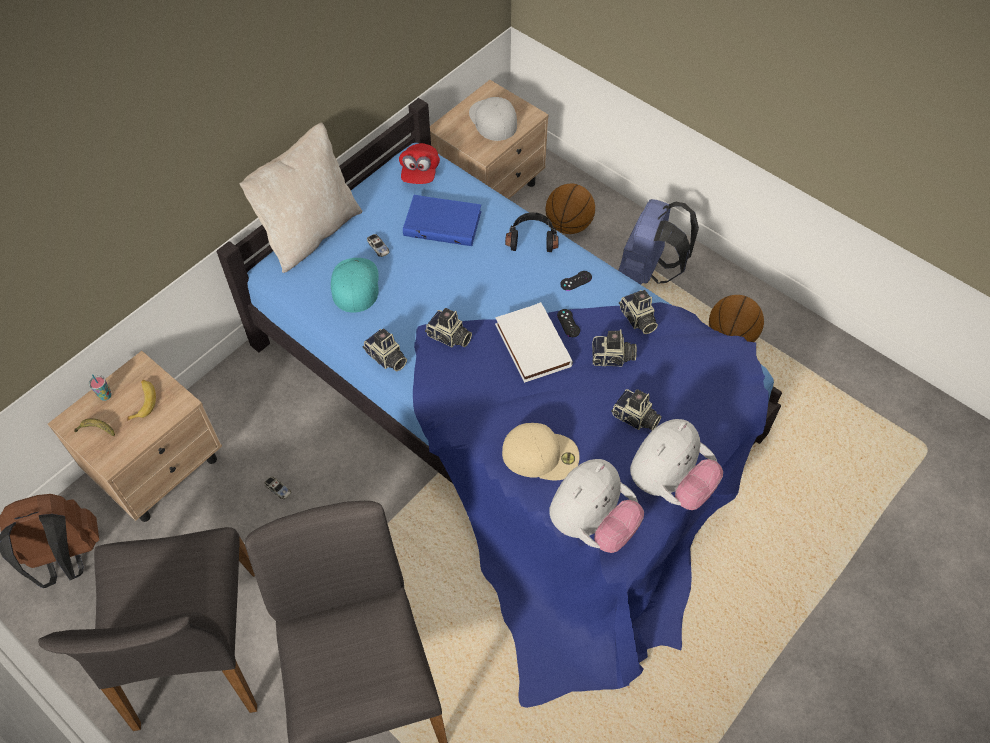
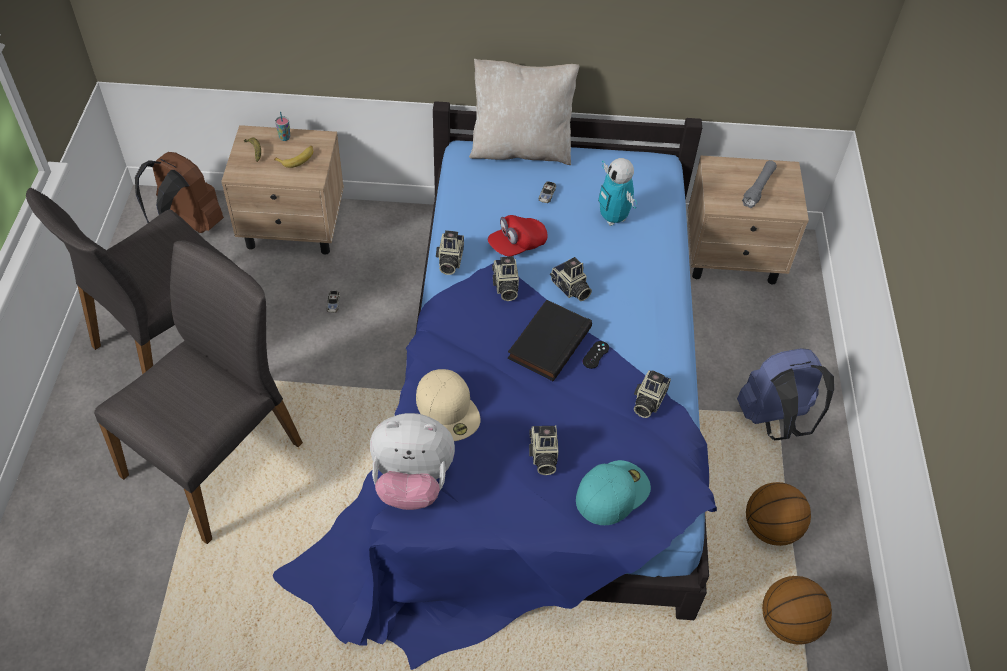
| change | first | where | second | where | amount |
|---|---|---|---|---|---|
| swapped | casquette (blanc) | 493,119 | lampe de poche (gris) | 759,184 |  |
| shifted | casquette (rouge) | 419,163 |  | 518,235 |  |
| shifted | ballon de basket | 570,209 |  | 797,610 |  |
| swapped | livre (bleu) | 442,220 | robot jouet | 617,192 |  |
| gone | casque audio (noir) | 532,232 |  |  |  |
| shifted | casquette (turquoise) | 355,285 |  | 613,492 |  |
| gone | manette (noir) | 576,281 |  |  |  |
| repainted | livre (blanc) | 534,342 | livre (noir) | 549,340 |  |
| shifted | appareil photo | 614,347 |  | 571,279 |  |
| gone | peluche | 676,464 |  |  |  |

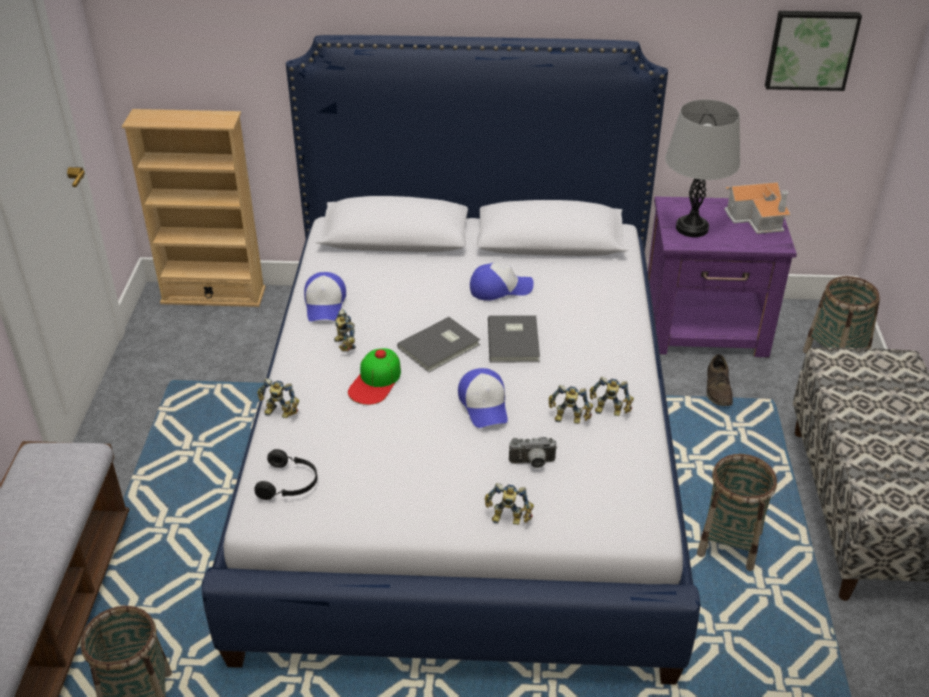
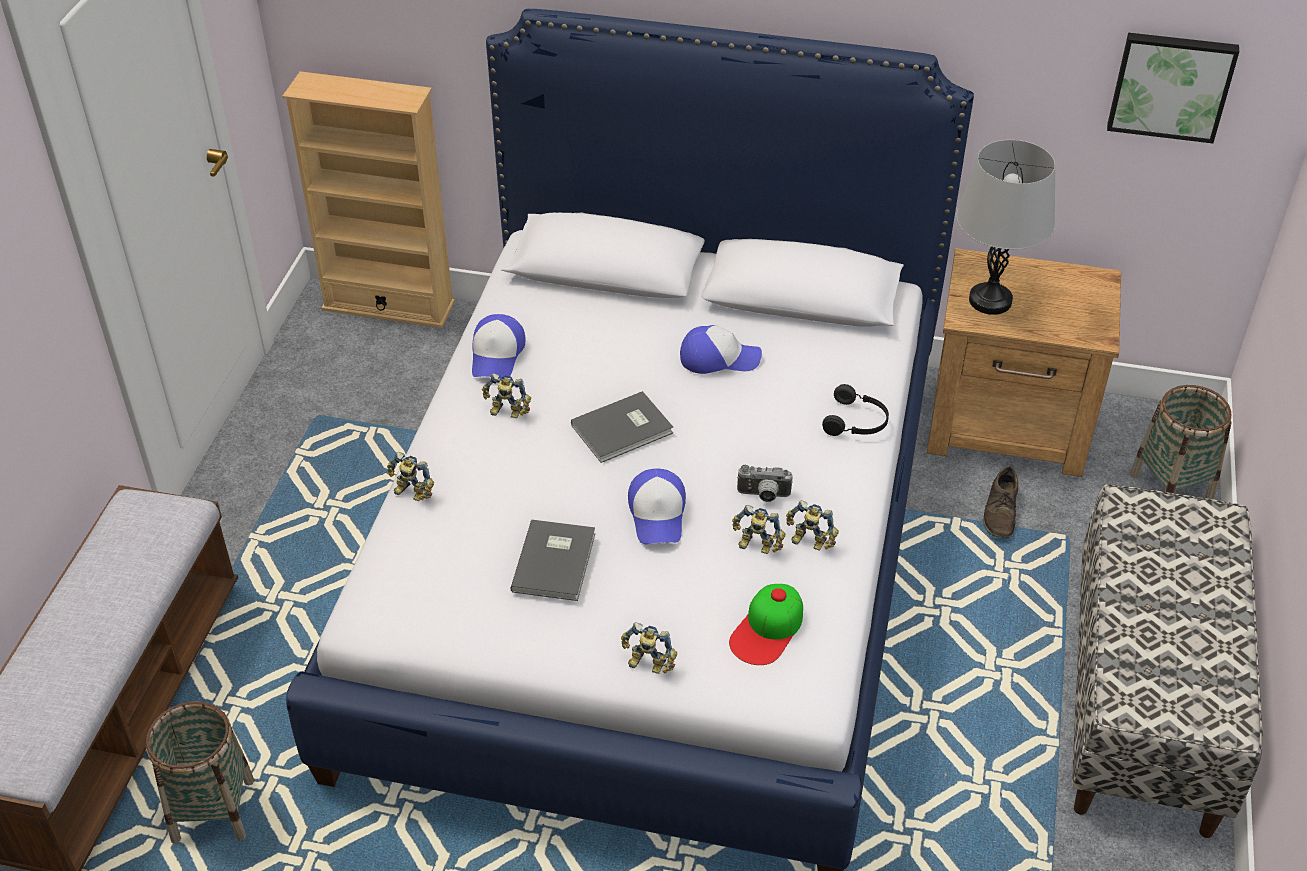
| change | first | where | second | where | amount |
|---|---|---|---|---|---|
| gone | maison miniature | 757,208 |  |  |  |
| repainted | table de chevet (violet) | 722,277 | table de chevet (marron) | 1024,362 |  |
| rotated | robot jouet | 345,330 |  | 506,395 | 60 degrees counterclockwise |
| shifted | livre (gris) | 514,338 |  | 552,560 |  |
| shifted | casquette | 374,376 |  | 766,624 |  |
| shifted | appareil photo | 533,452 |  | 765,483 |  |
| shifted | casque audio (noir) | 285,474 |  | 855,410 |  |
| gone | panier | 737,512 |  |  |  |

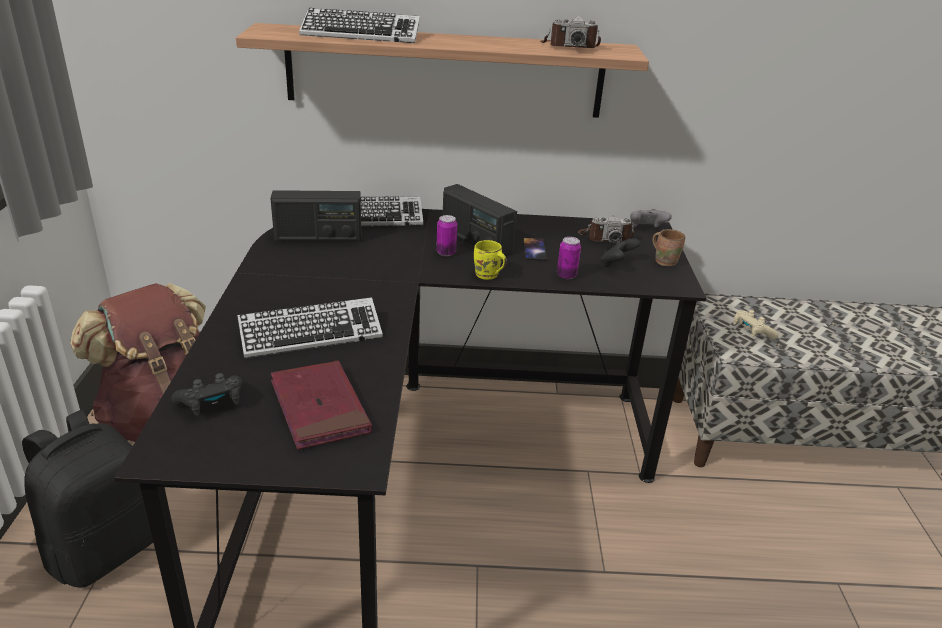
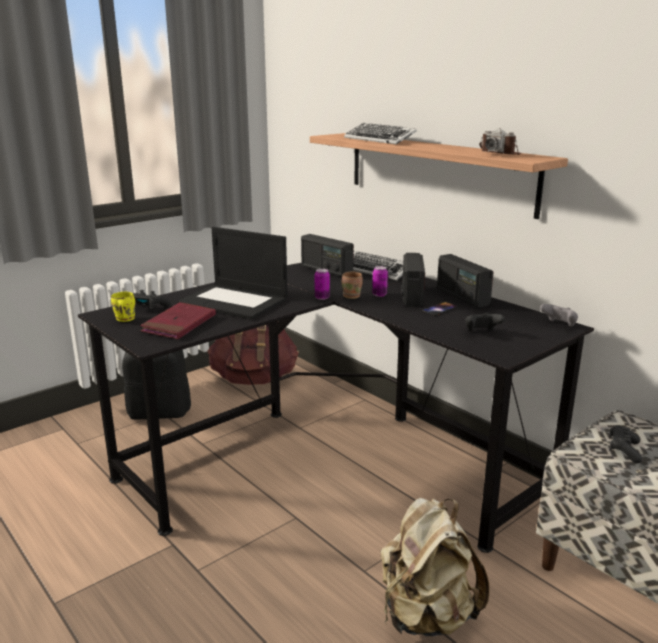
| change | first | where | second | where | amount |
|---|---|---|---|---|---|
| gone | appareil photo | 606,229 |  |  |  |
| shifted | mug (marron) | 668,247 |  | 352,285 |  |
| shifted | boîte métallique | 569,258 |  | 322,284 |  |
| shifted | mug (jaune) | 490,260 |  | 123,307 |  |
| swapped | clavier | 310,327 | ordinateur portable | 232,273 |  |
| repainted | manette (beige) | 755,325 | manette (noir) | 625,444 |  |
| new |  |  | radio | 465,281 |  |
| new |  |  | sac à dos (beige) | 434,567 |  |

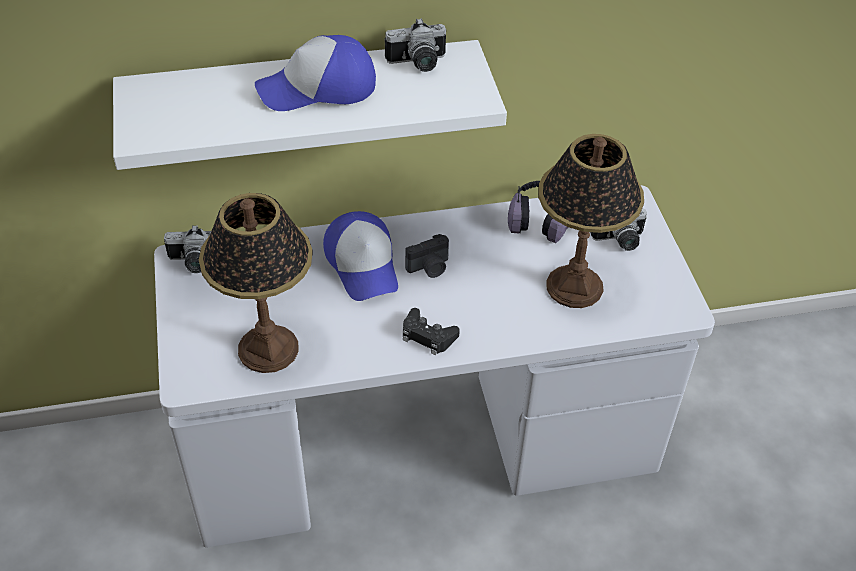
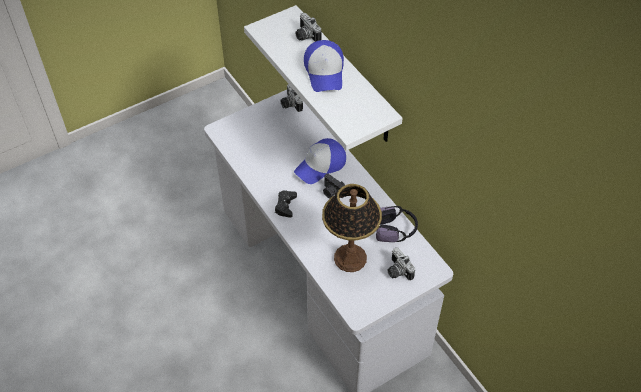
| change | first | where | second | where | amount |
|---|---|---|---|---|---|
| shifted | appareil photo | 415,45 |  | 308,27 |  |
| rotated | casquette | 315,73 |  | 324,66 | 150 degrees counterclockwise |
| gone | lampe de table | 256,283 |  |  |  |

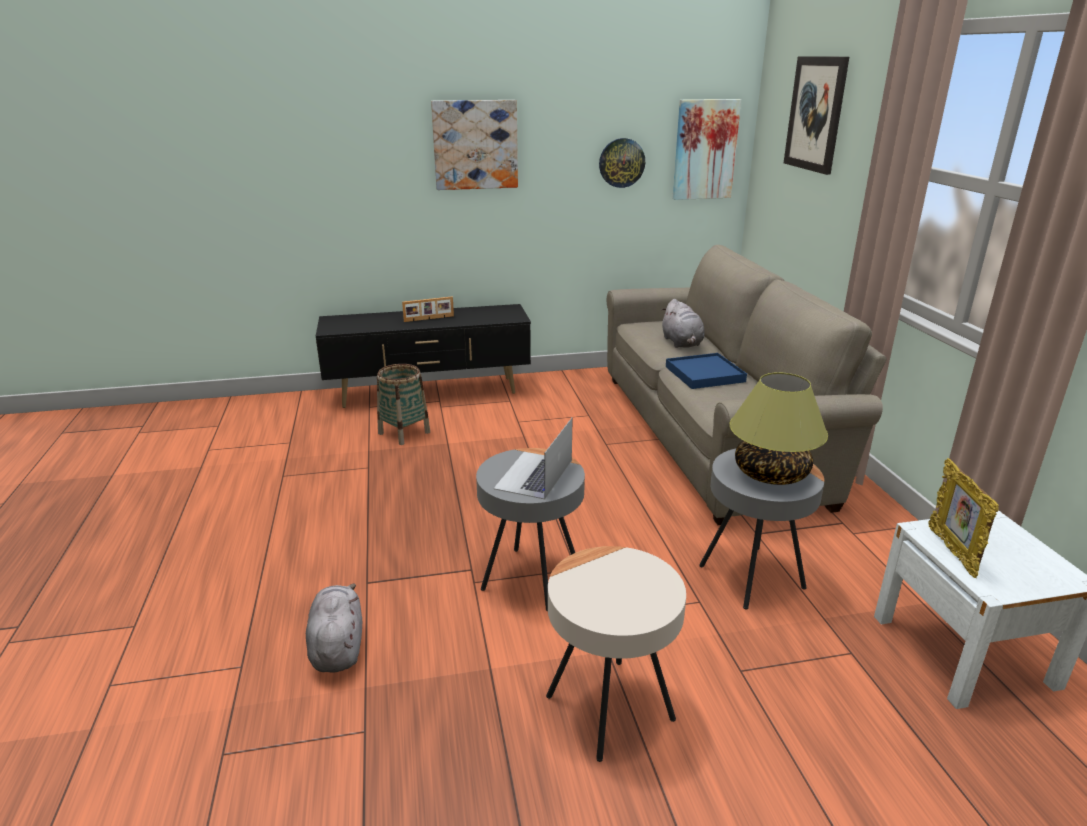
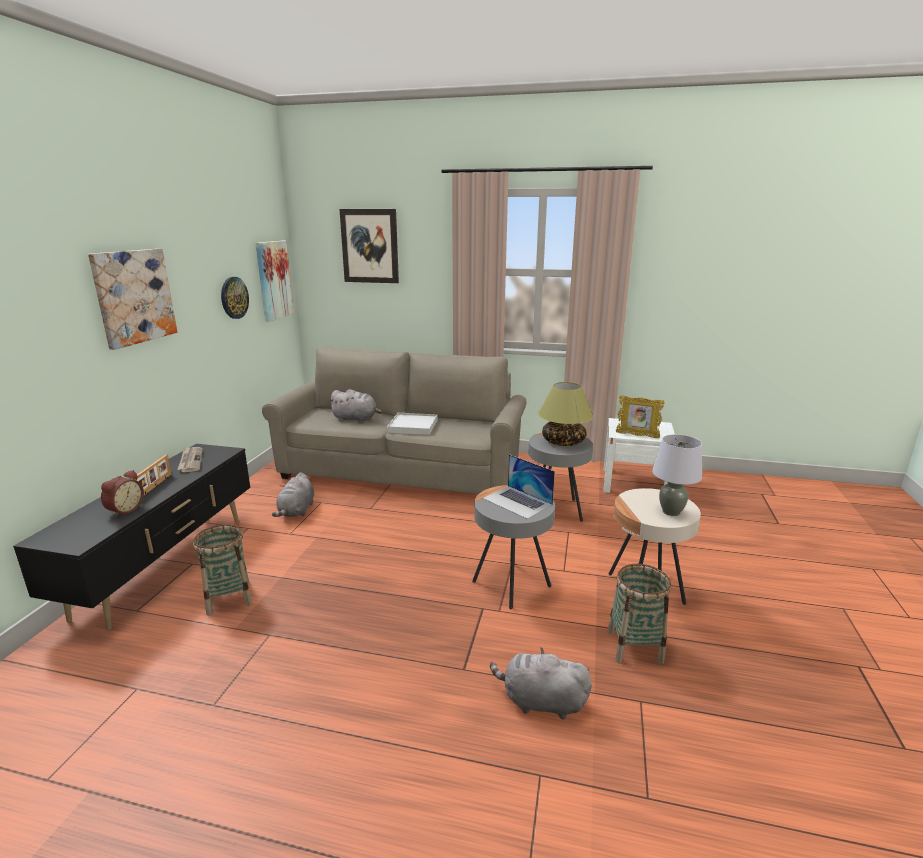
| change | first | where | second | where | amount |
|---|---|---|---|---|---|
| repainted | plateau (bleu) | 706,371 | plateau (blanc) | 412,424 |  |
| new |  |  | lampe de table (gris) | 677,475 |  |
| new |  |  | journal | 190,459 |  |
| new |  |  | réveil | 122,494 |  |
| new |  |  | peluche (gris) | 293,495 |  |
| new |  |  | panier | 639,614 |  |

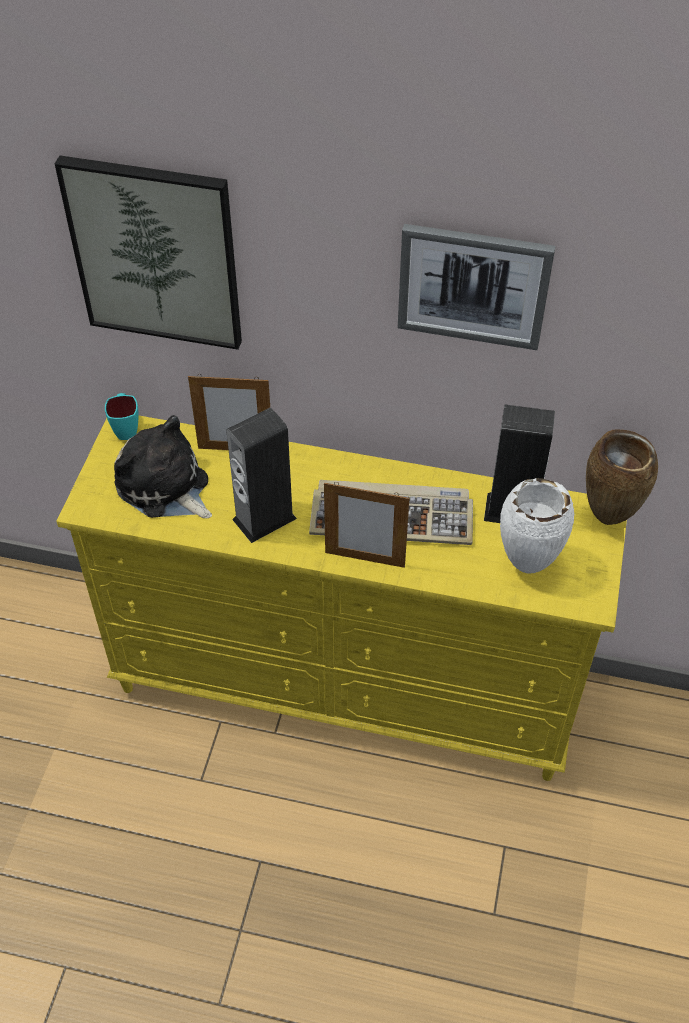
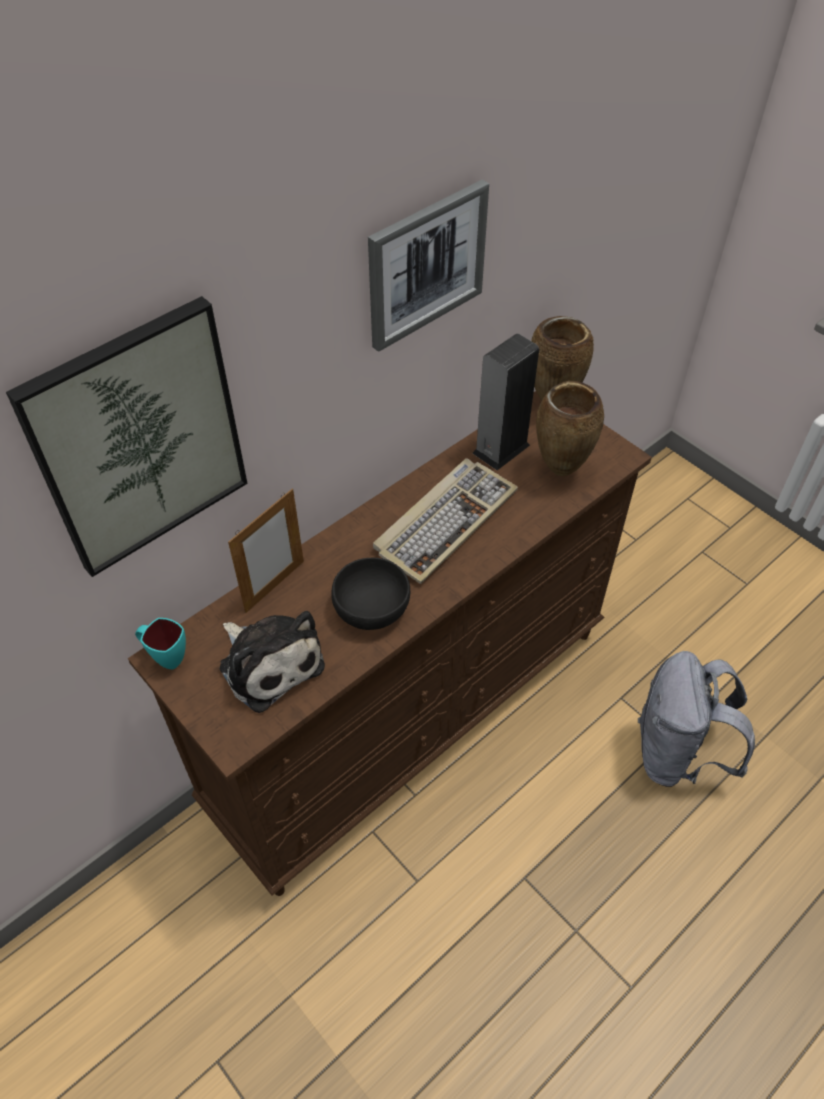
| change | first | where | second | where | amount |
|---|---|---|---|---|---|
| swapped | enceinte | 261,475 | bol (noir) | 370,594 |  |
| rotated | peluche | 163,466 |  | 272,662 | 120 degrees counterclockwise |
| repainted | commode (jaune) | 341,598 | commode (marron) | 390,643 |  |
| repainted | vase (blanc) | 537,525 | vase (marron) | 570,428 |  |
| gone | cadre photo | 367,525 |  |  |  |
| new |  |  | sac à dos (gris) | 696,719 |  |

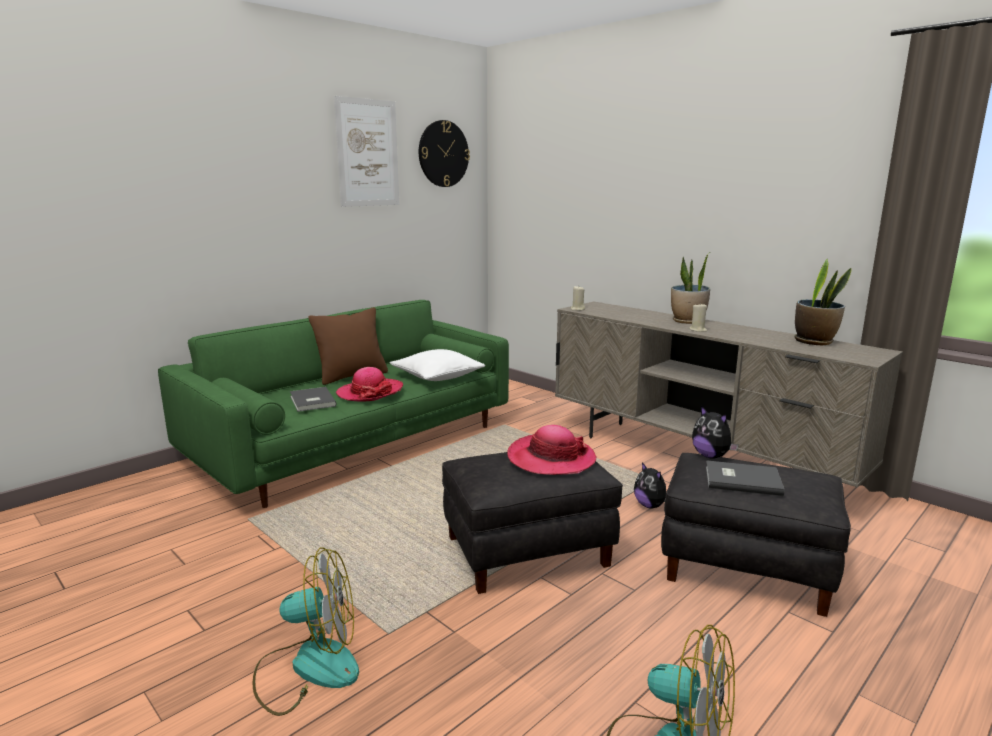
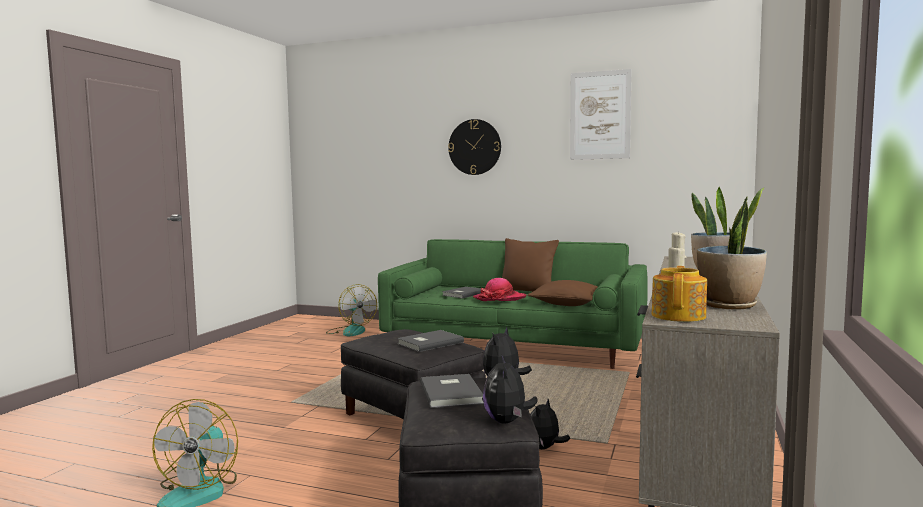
| change | first | where | second | where | amount |
|---|---|---|---|---|---|
| shifted | horloge murale | 444,153 |  | 474,147 |  |
| repainted | coussin (blanc) | 437,365 | coussin (marron) | 562,293 |  |
| swapped | chapeau | 551,450 | livre (gris) | 430,341 |  |
| shifted | ventilateur | 306,631 |  | 351,310 |  |
| new |  |  | théière | 679,294 |  |
| new |  |  | peluche | 510,389 |  |

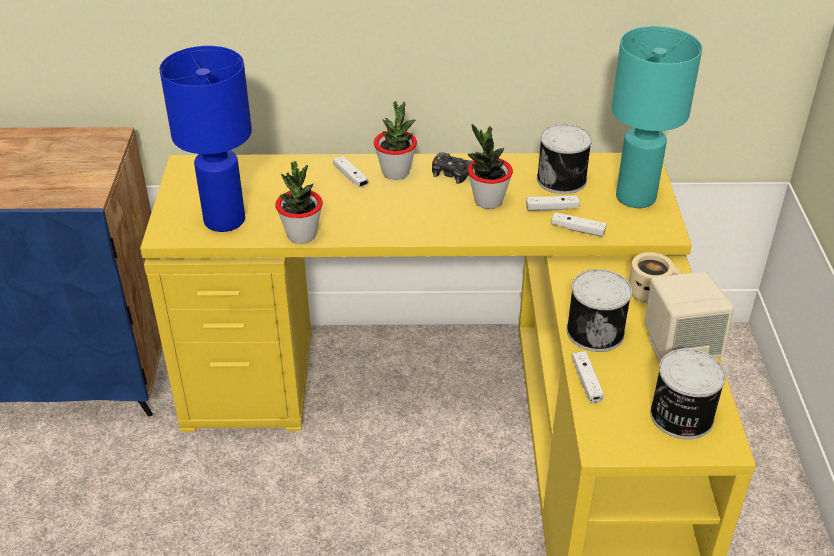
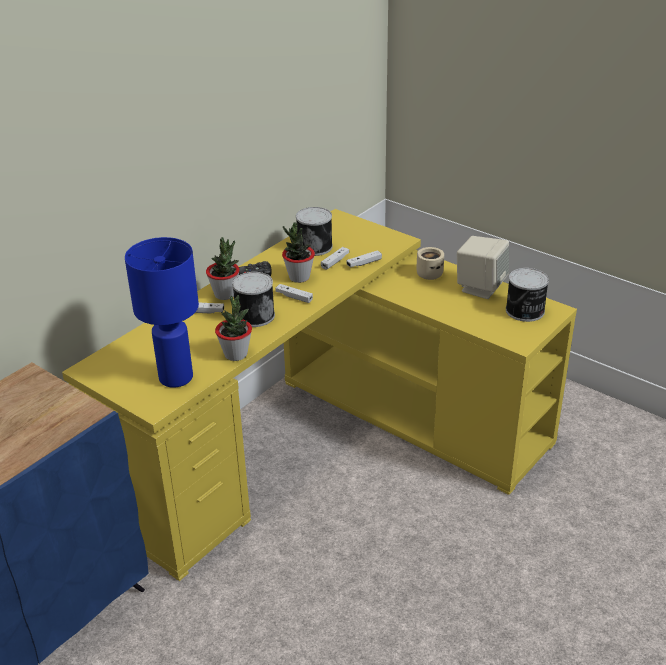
| change | first | where | second | where | amount |
|---|---|---|---|---|---|
| gone | lampe de table (turquoise) | 656,117 |  |  |  |
| shifted | boîte métallique | 599,310 |  | 253,299 |  |
| shifted | manette (blanc) | 588,377 |  | 294,293 |  |

